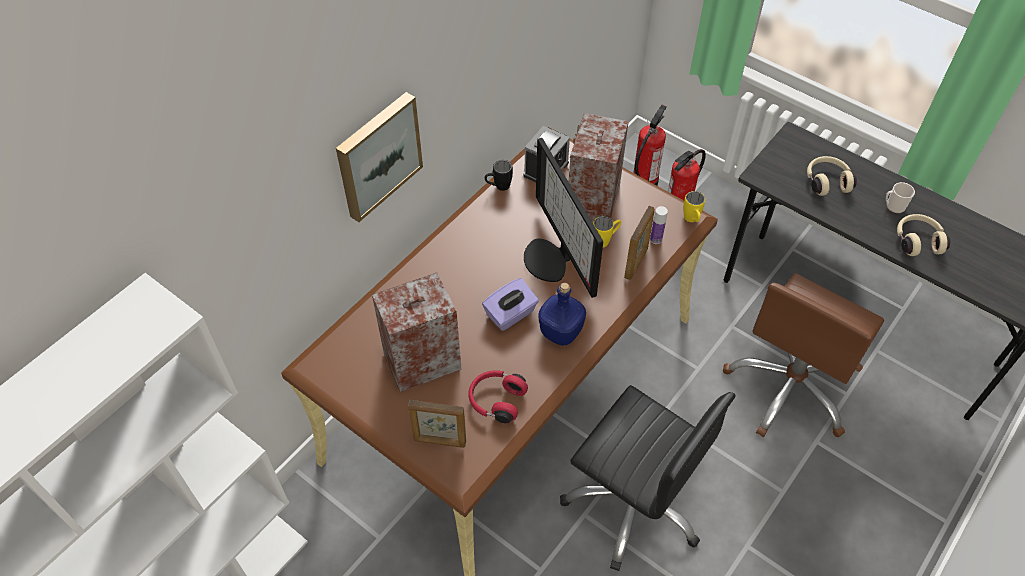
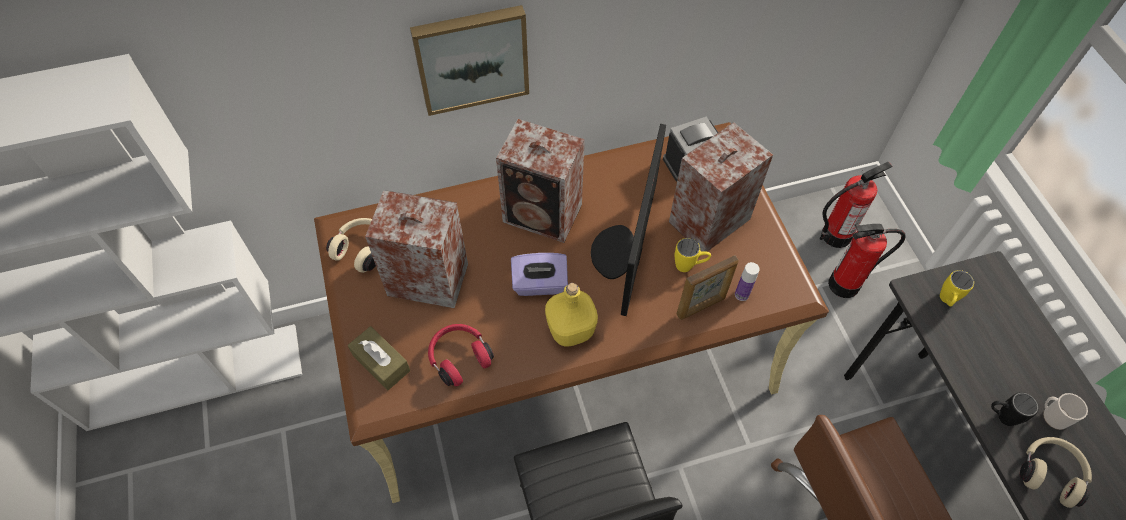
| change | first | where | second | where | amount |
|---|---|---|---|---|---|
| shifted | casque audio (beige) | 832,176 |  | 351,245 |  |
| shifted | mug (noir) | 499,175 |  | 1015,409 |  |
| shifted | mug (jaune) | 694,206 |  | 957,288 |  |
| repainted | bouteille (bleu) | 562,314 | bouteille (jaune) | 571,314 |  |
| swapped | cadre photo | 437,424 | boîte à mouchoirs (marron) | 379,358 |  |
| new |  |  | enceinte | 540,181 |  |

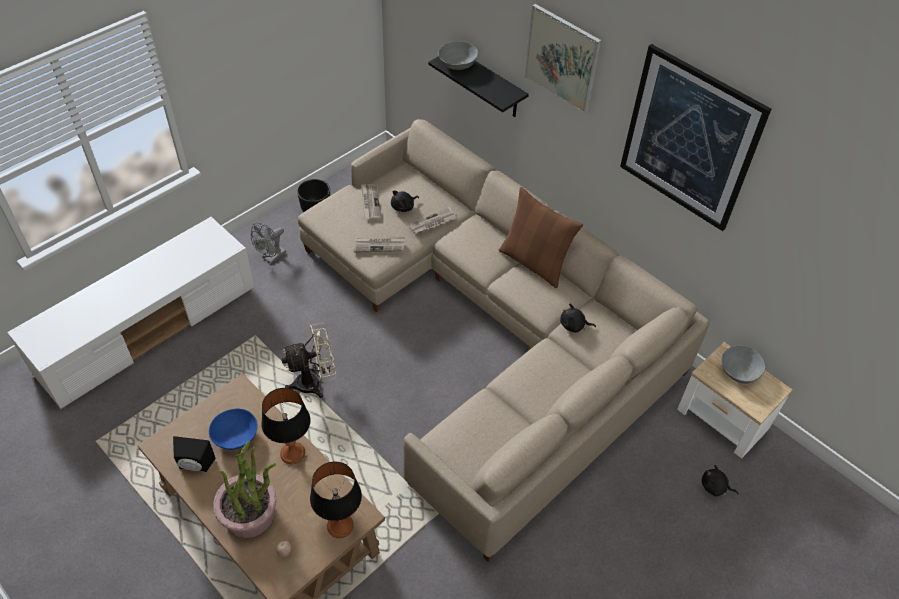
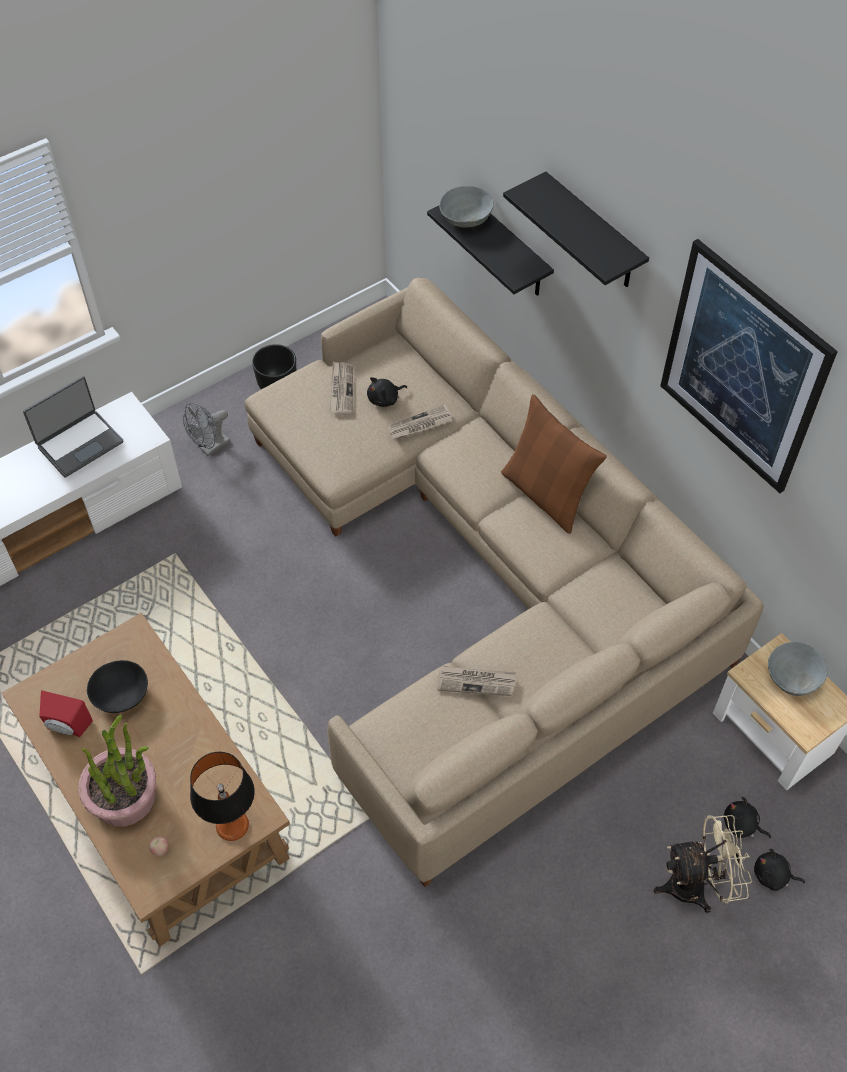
| change | first | where | second | where | amount |
|---|---|---|---|---|---|
| swapped | tableau | 563,59 | étagère (noir) | 576,229 |  |
| shifted | journal | 379,244 |  | 476,681 |  |
| shifted | peluche (noir) | 578,318 |  | 779,870 |  |
| shifted | ventilateur (beige) | 308,360 |  | 703,864 |  |
| gone | lampe de table | 286,426 |  |  |  |
| repainted | bol (bleu) | 233,429 | bol (noir) | 117,686 |  |
| repainted | enceinte (noir) | 194,454 | enceinte (rouge) | 66,713 |  |
| new |  |  | ordinateur portable | 73,427 |  |

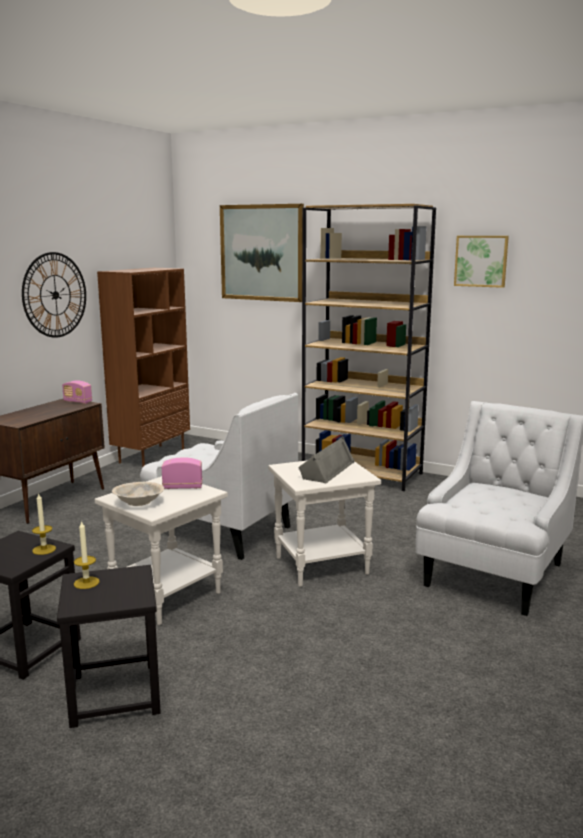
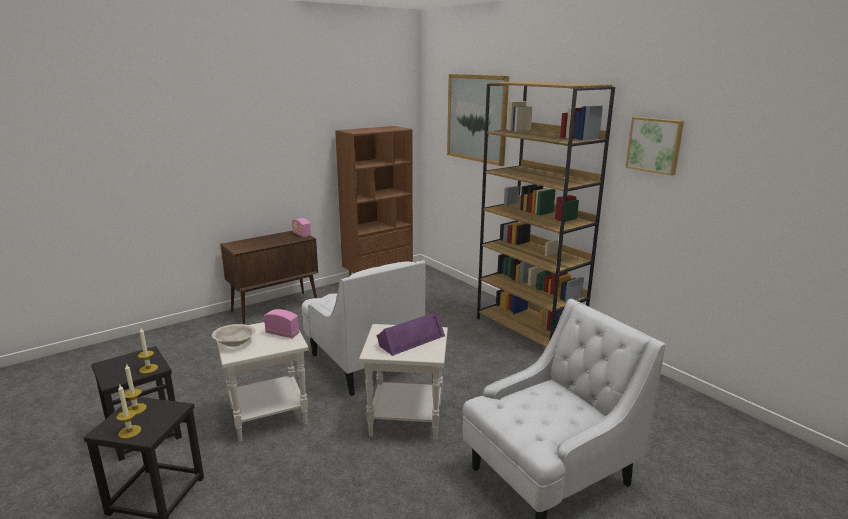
| change | first | where | second | where | amount |
|---|---|---|---|---|---|
| gone | horloge murale | 54,295 |  |  |  |
| repainted | enceinte (gris) | 326,459 | enceinte (violet) | 411,333 |  |
| new |  |  | bougie | 128,412 |  |

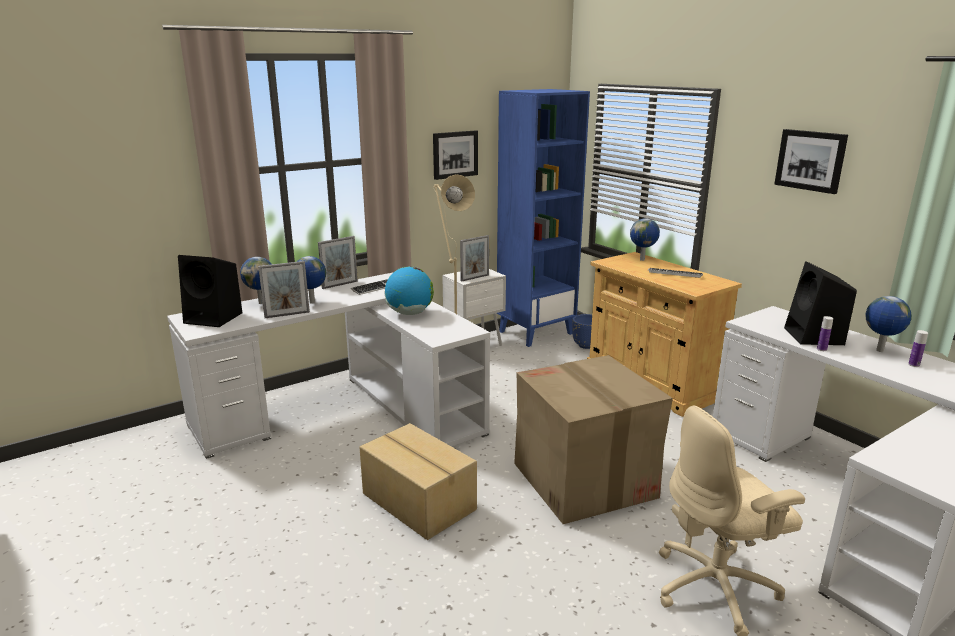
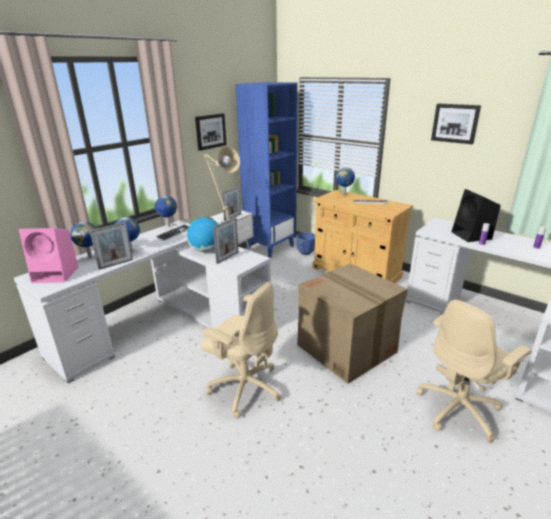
| change | first | where | second | where | amount |
|---|---|---|---|---|---|
| shifted | cadre photo | 338,262 |  | 226,240 |  |
| repainted | enceinte (noir) | 210,291 | enceinte (rose) | 48,255 |  |
| shifted | globe | 888,324 |  | 166,211 |  |
| swapped | carton | 418,481 | chaise de bureau (beige) | 241,350 |  |

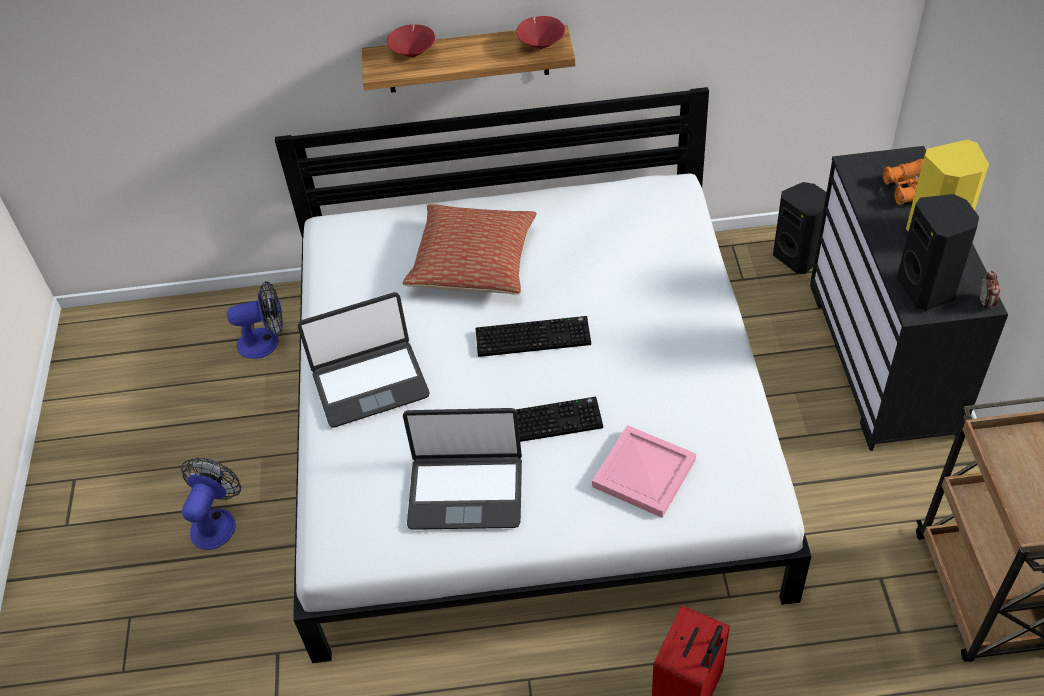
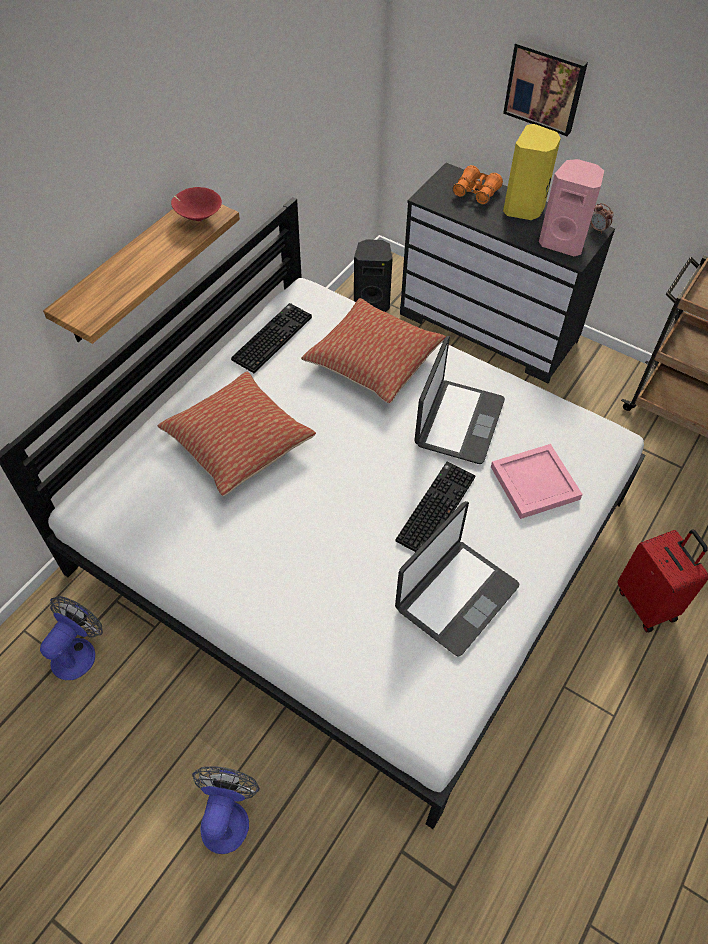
| change | first | where | second | where | amount |
|---|---|---|---|---|---|
| gone | bol (rouge) | 411,41 |  |  |  |
| repainted | enceinte (noir) | 938,252 | enceinte (rose) | 571,207 |  |
| shifted | ordinateur portable | 363,359 |  | 459,400 |  |
| shifted | clavier | 533,336 |  | 271,338 |  |
| rotated | ventilateur | 211,504 |  | 226,810 | 45 degrees clockwise |
| new |  |  | tableau | 545,88 |  |
| new |  |  | coussin | 373,351 |  |

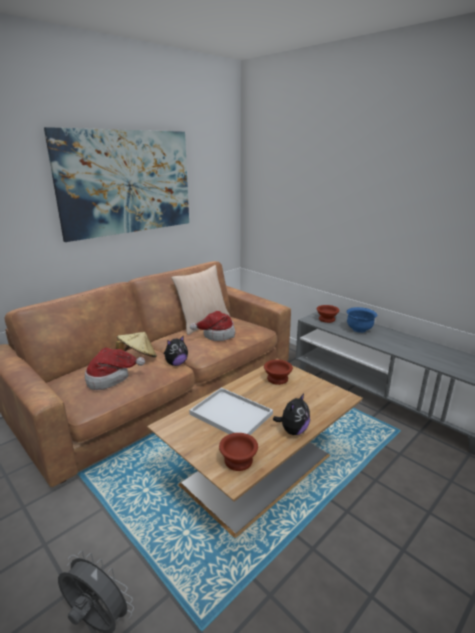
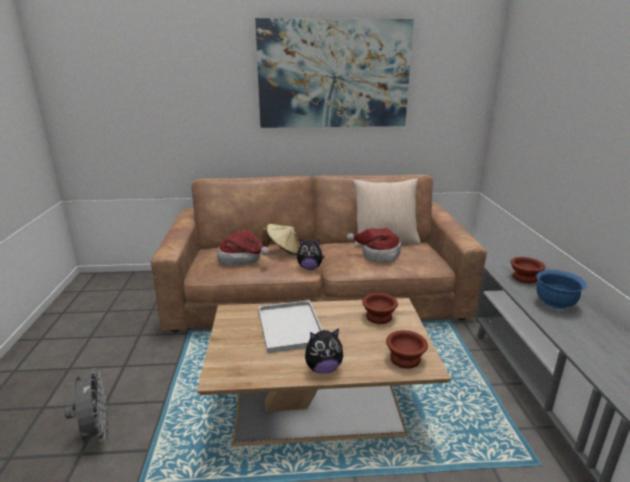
| change | first | where | second | where | amount |
|---|---|---|---|---|---|
| shifted | bol (marron) | 238,452 |  | 407,349 |  |

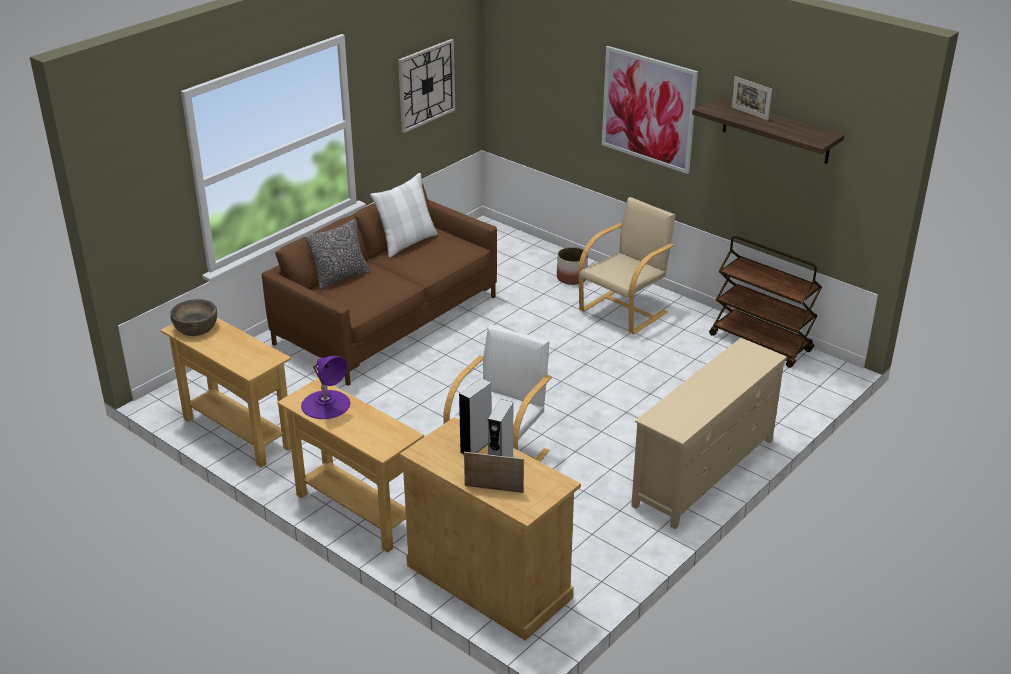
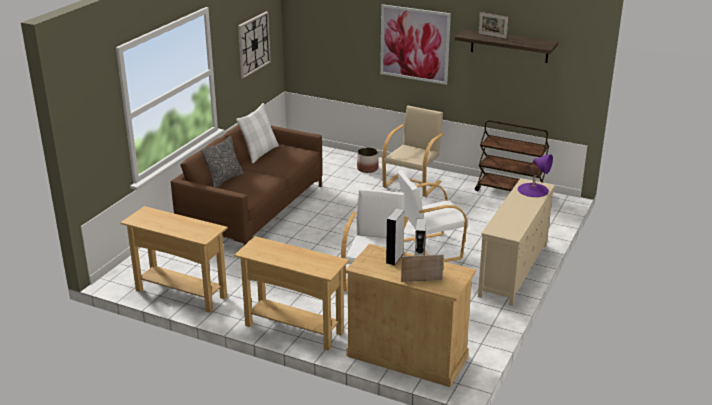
| change | first | where | second | where | amount |
|---|---|---|---|---|---|
| gone | bol (marron) | 193,317 |  |  |  |
| shifted | lampe de table (violet) | 325,387 |  | 535,175 |  |
| new |  |  | fauteuil (blanc) | 432,216 |  |

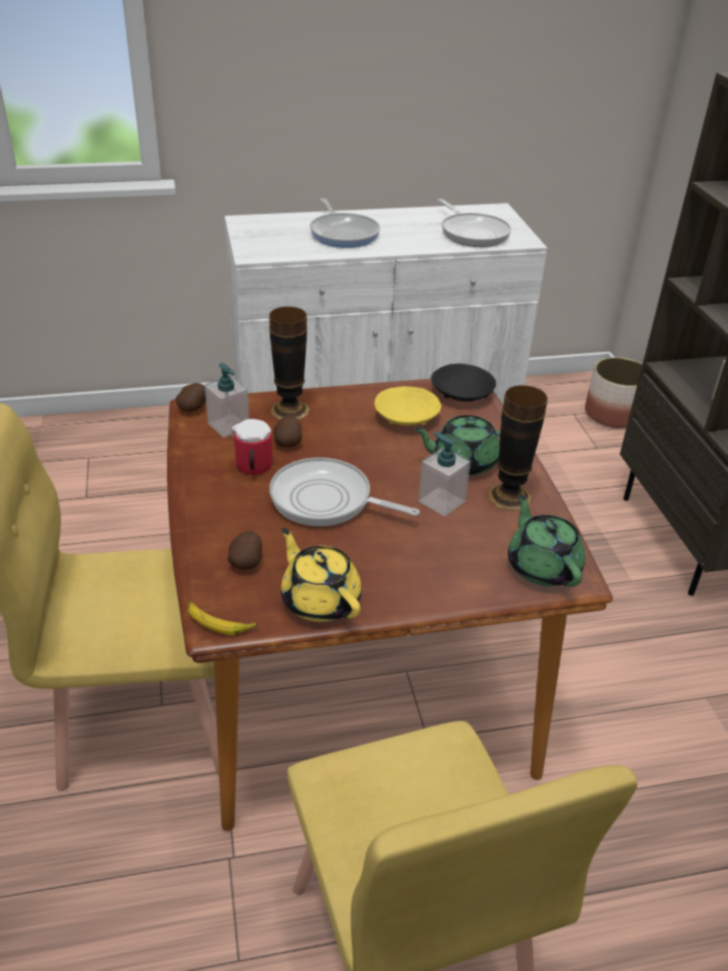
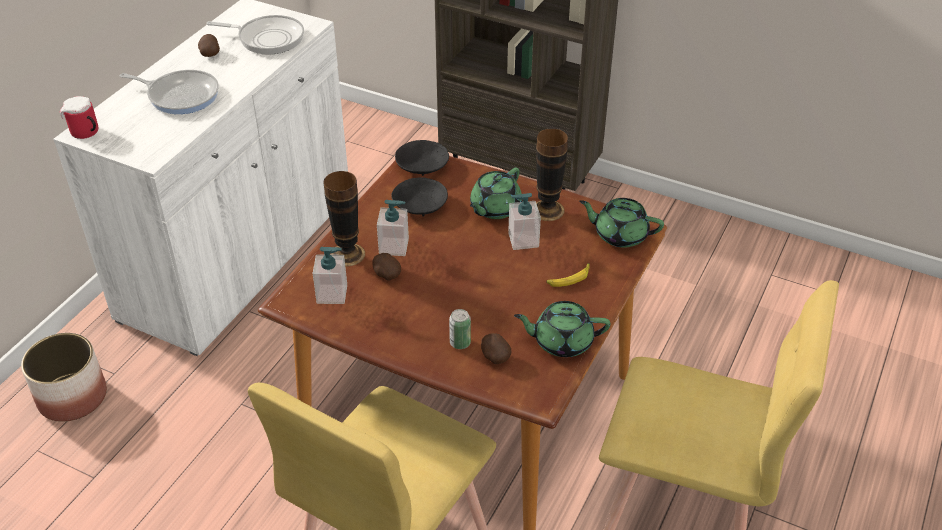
| change | first | where | second | where | amount |
|---|---|---|---|---|---|
| shifted | cache-pot | 613,392 |  | 64,377 |  |
| shifted | pomme de terre | 191,397 |  | 209,45 |  |
| repainted | bol (jaune) | 408,405 | bol (noir) | 419,196 |  |
| shifted | mug | 252,447 |  | 79,117 |  |
| gone | poêle | 344,491 |  |  |  |
| repainted | théière (jaune) | 321,575 | théière (vert) | 562,329 |  |
| shifted | banane | 222,618 |  | 568,275 |  |
| new |  |  | distributeur de savon | 393,228 |  |
| new |  |  | boîte métallique | 460,329 |  |

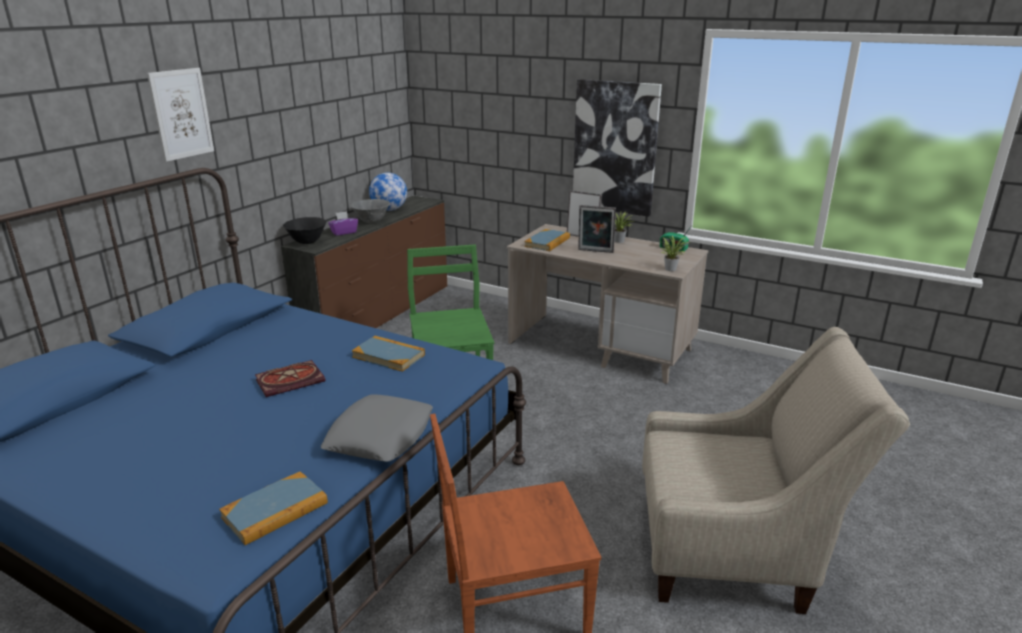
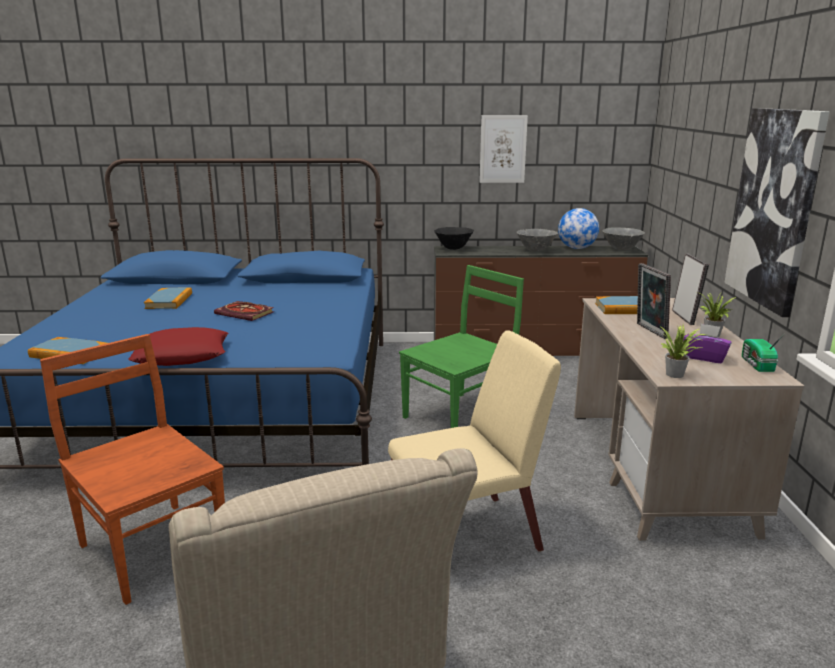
| change | first | where | second | where | amount |
|---|---|---|---|---|---|
| shifted | tableau | 180,115 |  | 503,149 |  |
| shifted | boîte à mouchoirs (violet) | 343,223 |  | 707,343 |  |
| shifted | livre | 388,354 |  | 168,298 |  |
| repainted | coussin (gris) | 377,428 | coussin (rouge) | 178,346 |  |
| new |  |  | bol (gris) | 623,239 |  |
| new |  |  | chaise (beige) | 474,441 |  |

